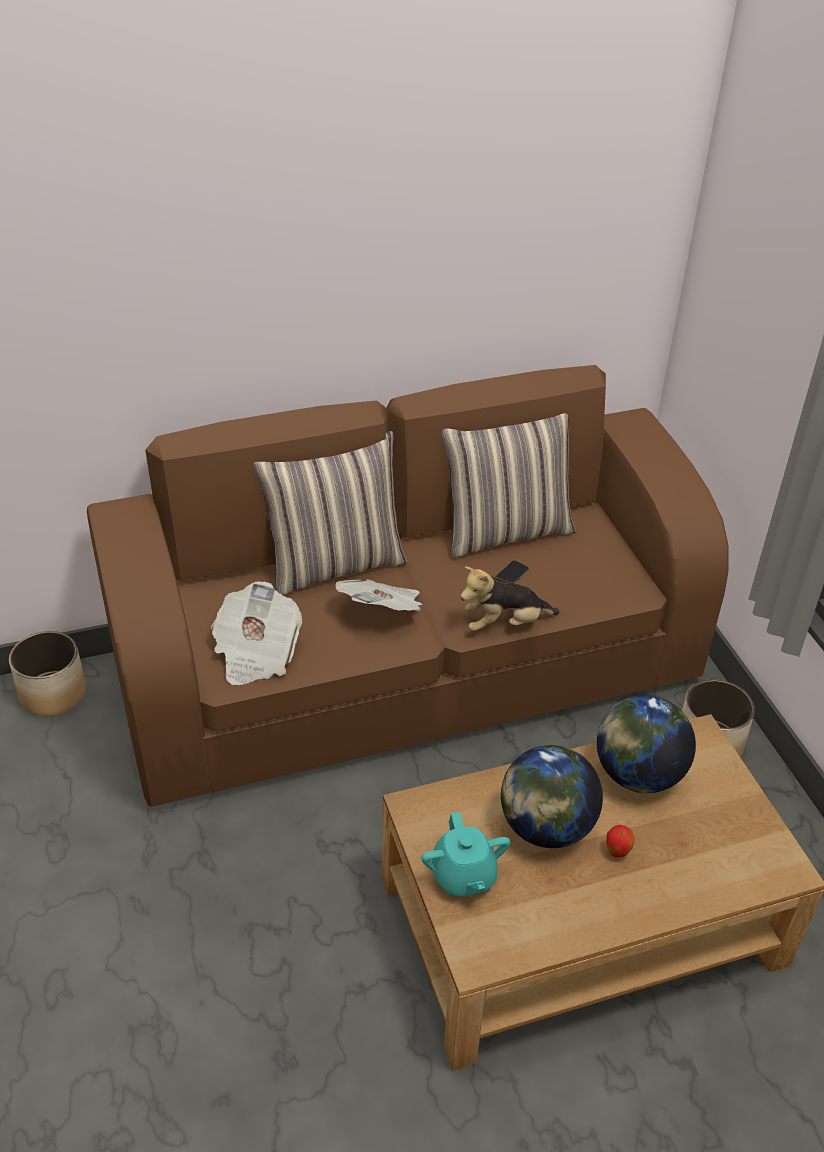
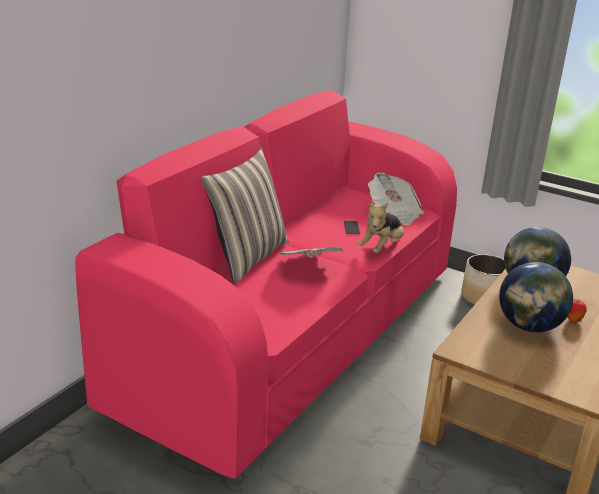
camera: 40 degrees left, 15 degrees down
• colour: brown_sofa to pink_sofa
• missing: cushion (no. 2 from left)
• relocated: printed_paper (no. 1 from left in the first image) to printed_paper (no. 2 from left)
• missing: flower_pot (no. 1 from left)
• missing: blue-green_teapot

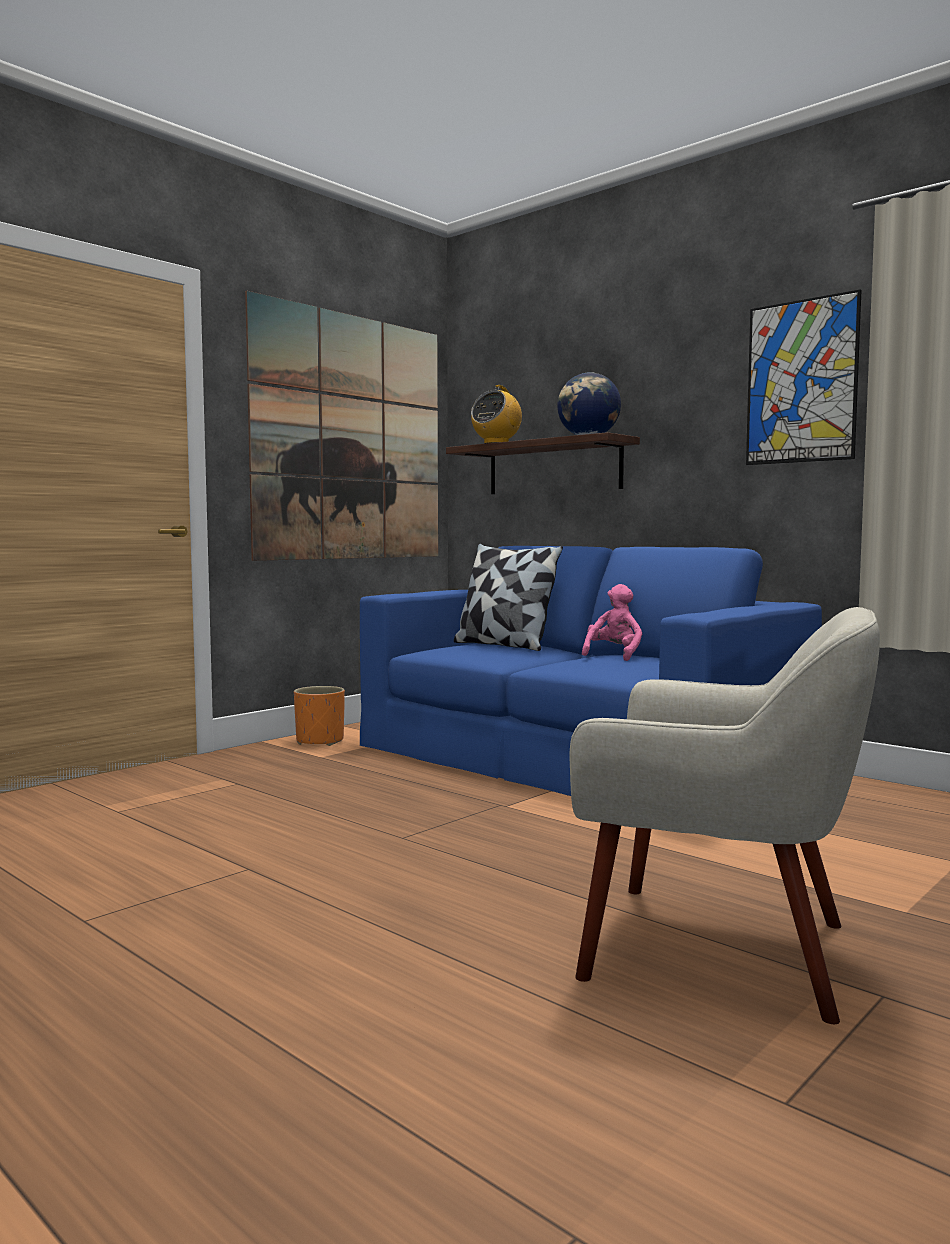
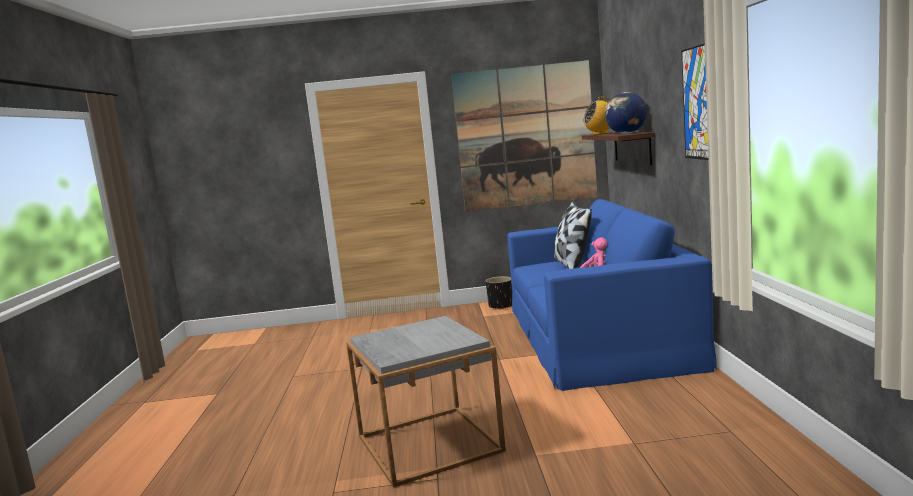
camera: 45 degrees right, 5 degrees up
• exchanged: beige_armchair to grey_side_table
• colour: orangey_flower_pot to black_flower_pot

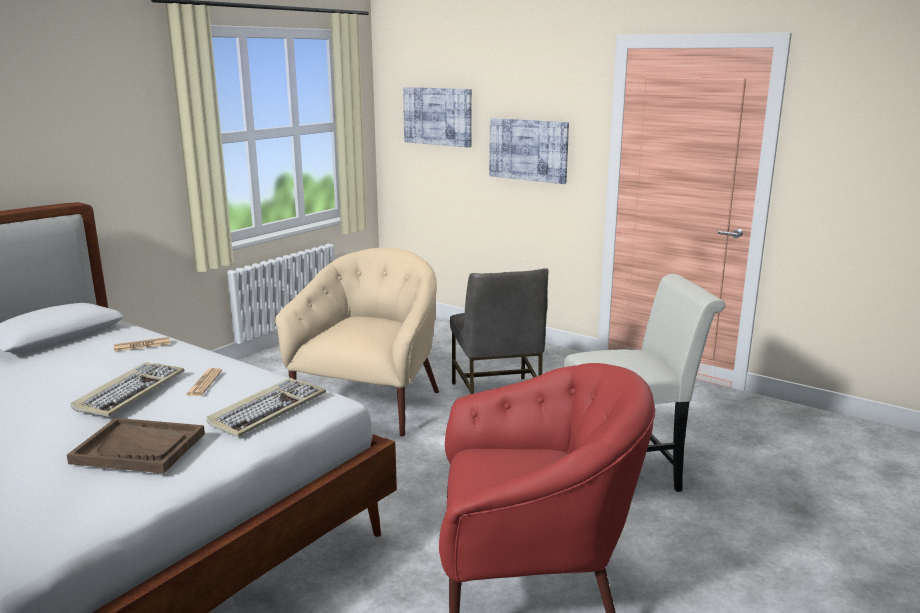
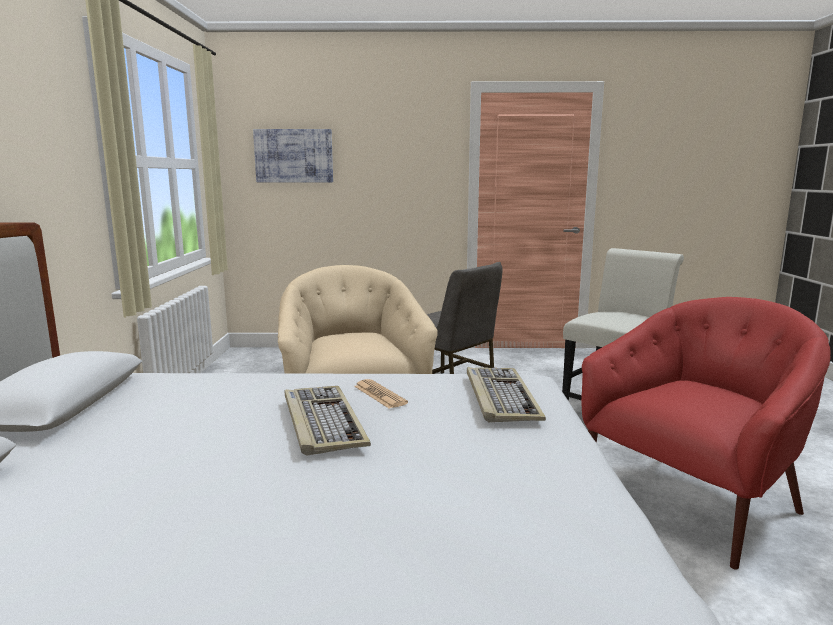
camera: 35 degrees left, 5 degrees down
• missing: wall_picture (no. 2 from left)
• missing: printed_paper (no. 1 from left)
• missing: brown_carrying_tray

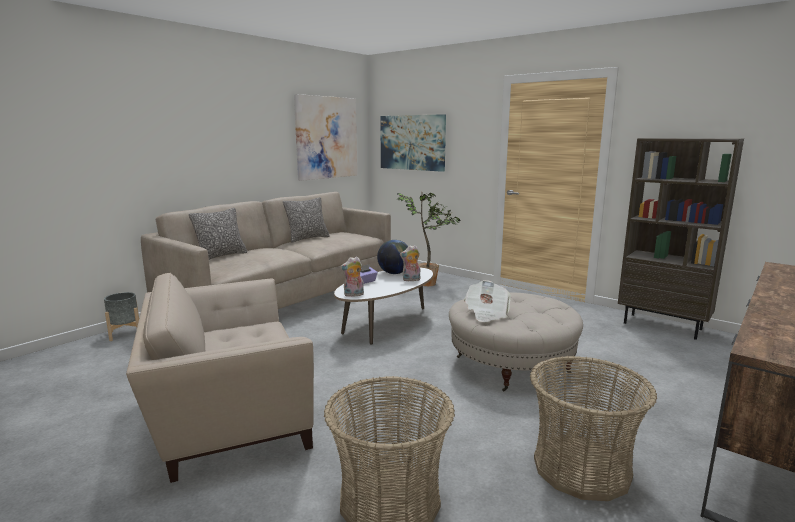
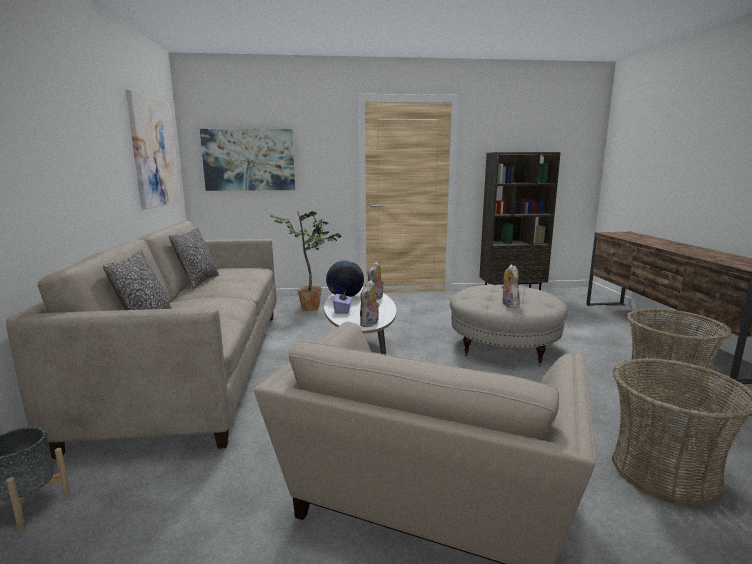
camera: 45 degrees left, 0 degrees up
• exchanged: printed_paper to plush_toy (no. 3 from left)

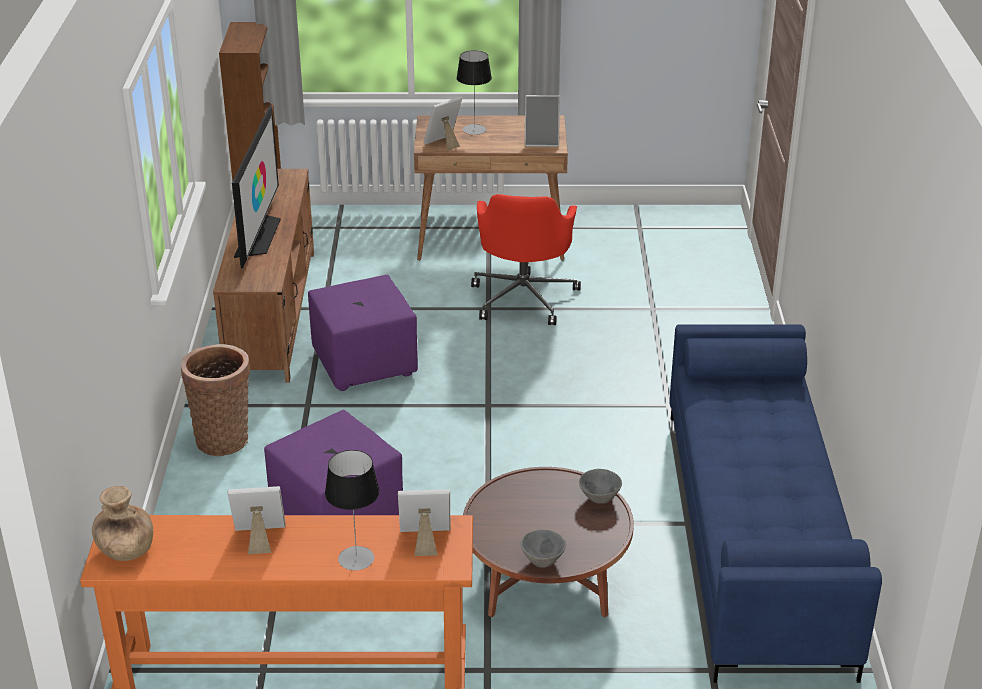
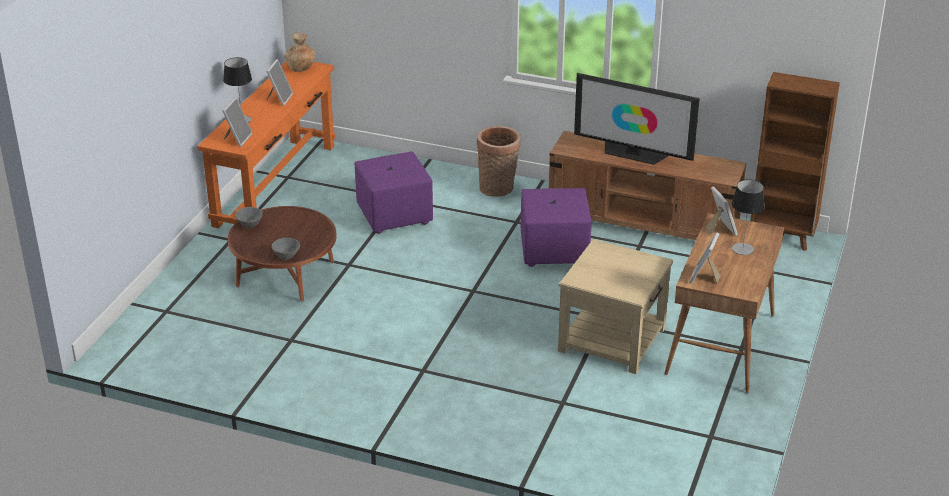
camera: 110 degrees right, 0 degrees up
• exchanged: red_computer_chair to beige_side_table
• missing: blue_sofa

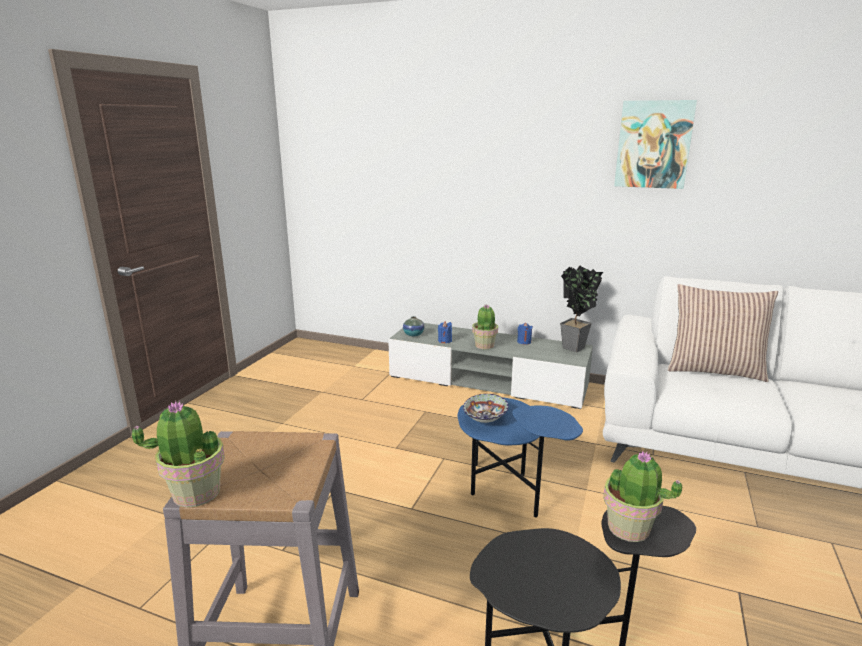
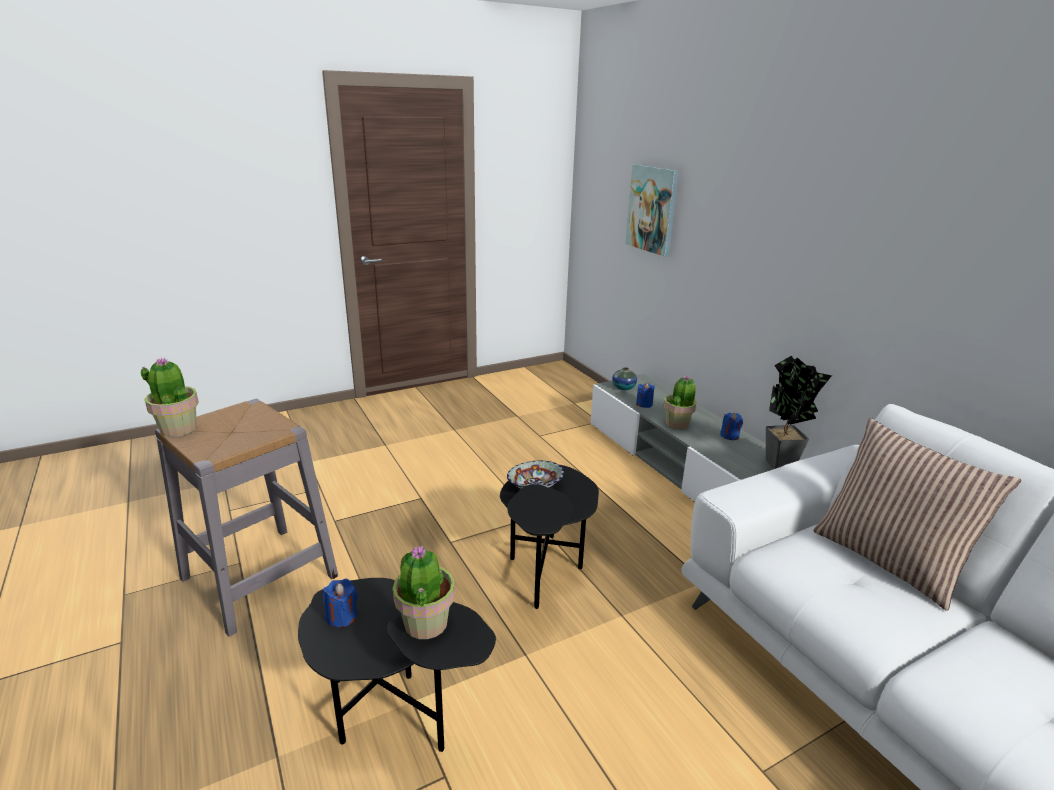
camera: 40 degrees right, 5 degrees up
• relocated: wall_picture
• colour: blue_side_table to black_side_table (no. 2 from left)
• appeared: blue_wax_candle (no. 1 from left)

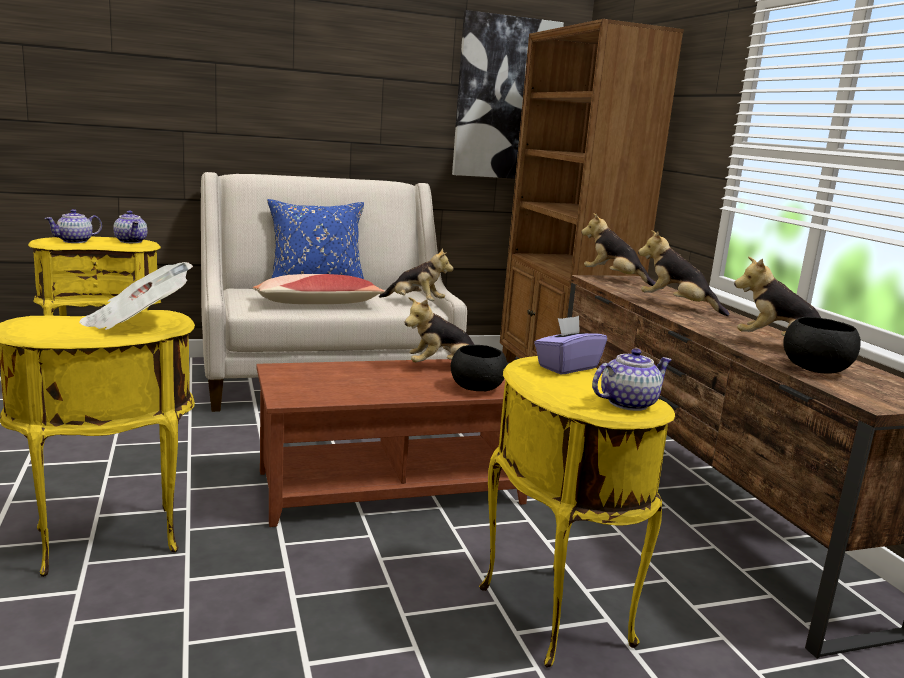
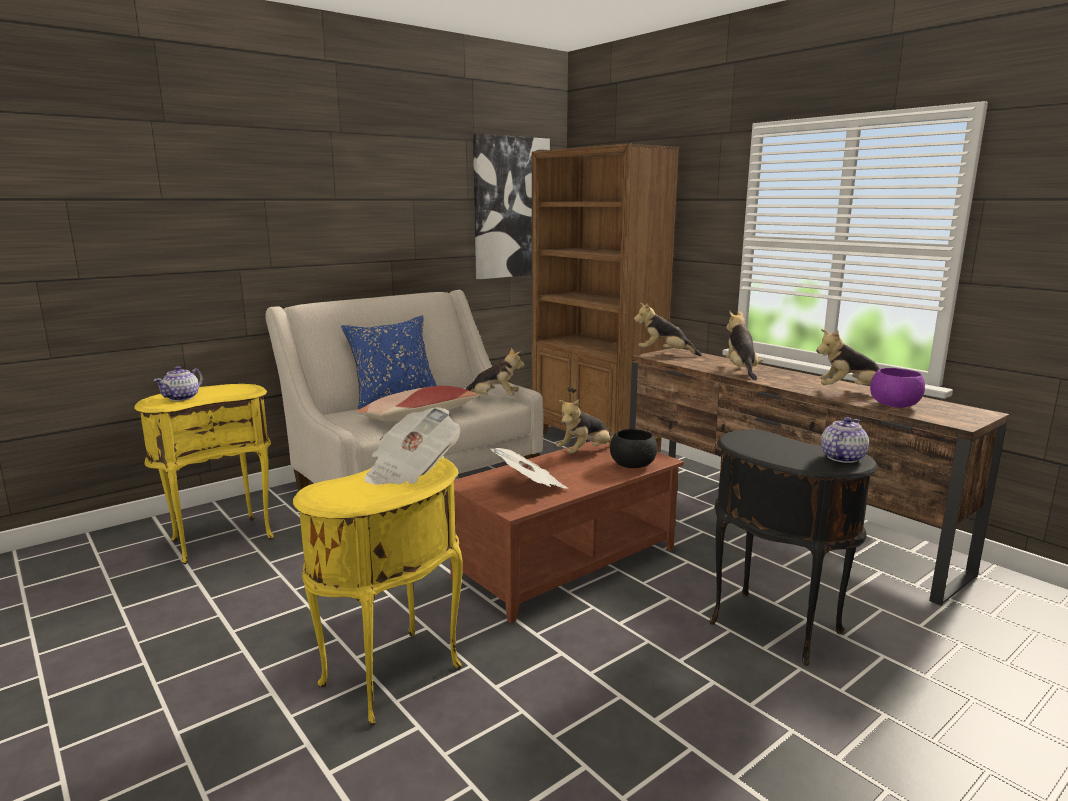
camera: 20 degrees left, 0 degrees up
• missing: teapot (no. 2 from left)
• spun: plush_toy (no. 4 from left) 75 degrees clockwise
• missing: purple-coloured_tissue_box
• colour: black_bowl (no. 2 from left) to purple-coloured_bowl
• colour: yellowish_side_table (no. 3 from left) to black_side_table
• appeared: printed_paper (no. 2 from left)

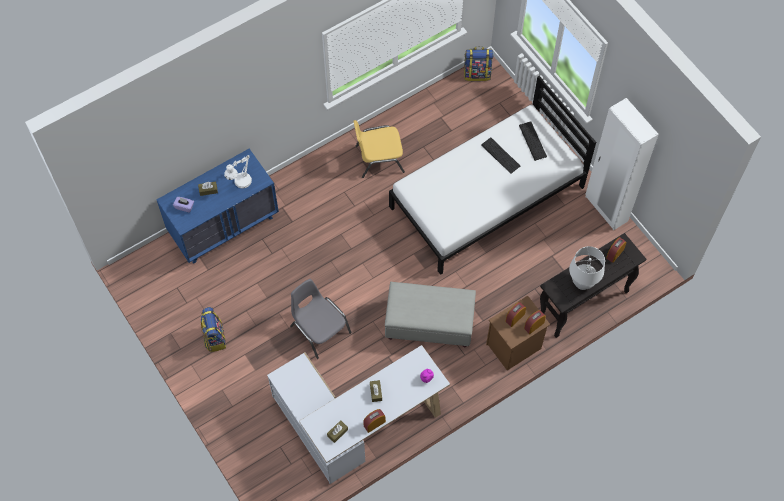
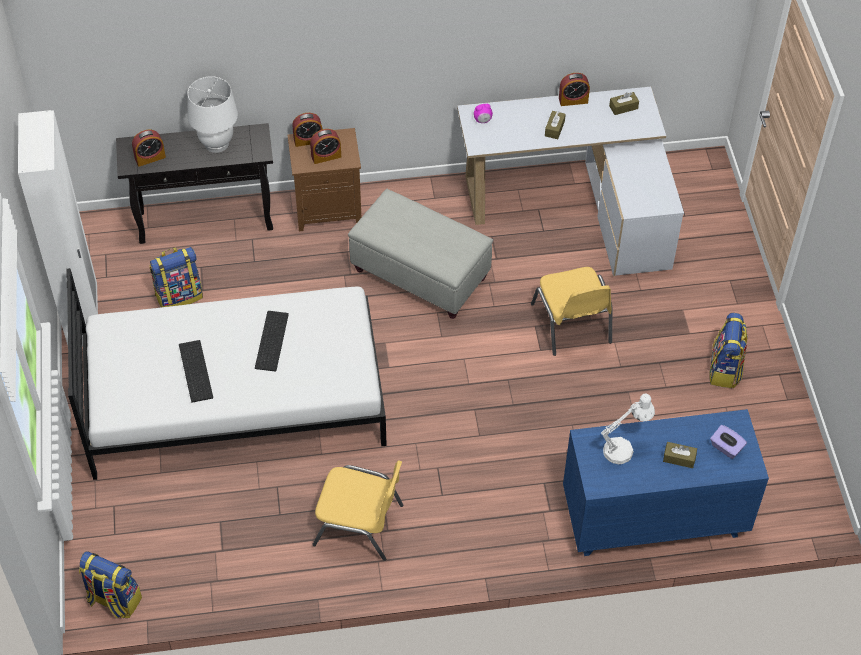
camera: 155 degrees left, 10 degrees down
• relocated: PC_keyboard (no. 2 from left)
• colour: grey_plain_chair to yellowish_plain_chair (no. 2 from left)
• appeared: backpack (no. 2 from left)

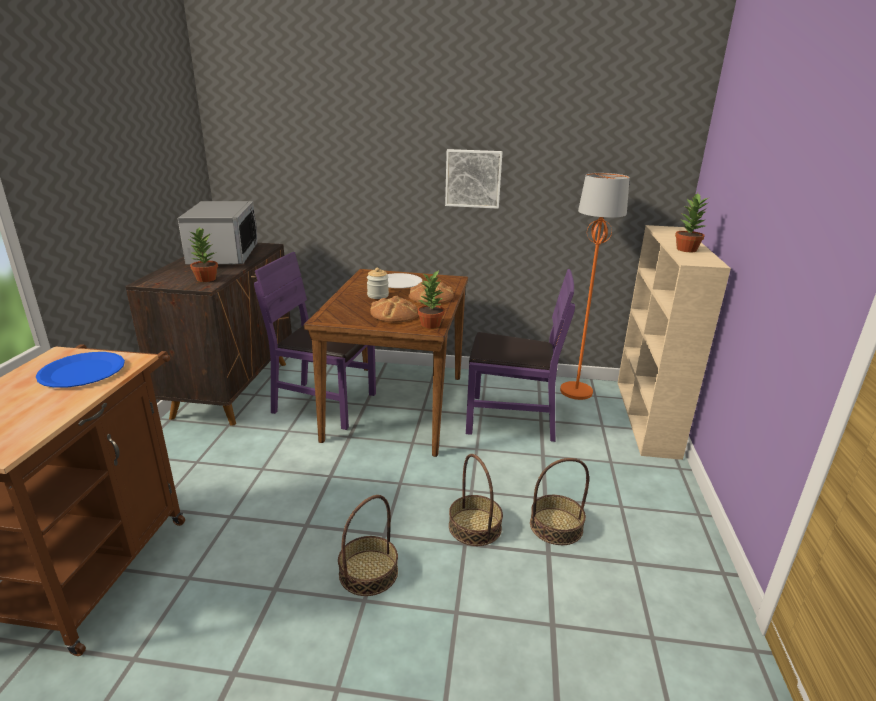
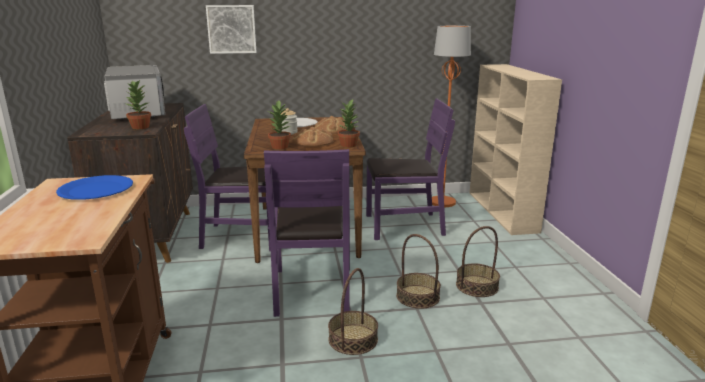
camera: 15 degrees left, 5 degrees down
• relocated: wall_picture
• relocated: houseplant (no. 3 from left in the first image) to houseplant (no. 2 from left)
• appeared: purple-coloured_plain_chair (no. 2 from left)

